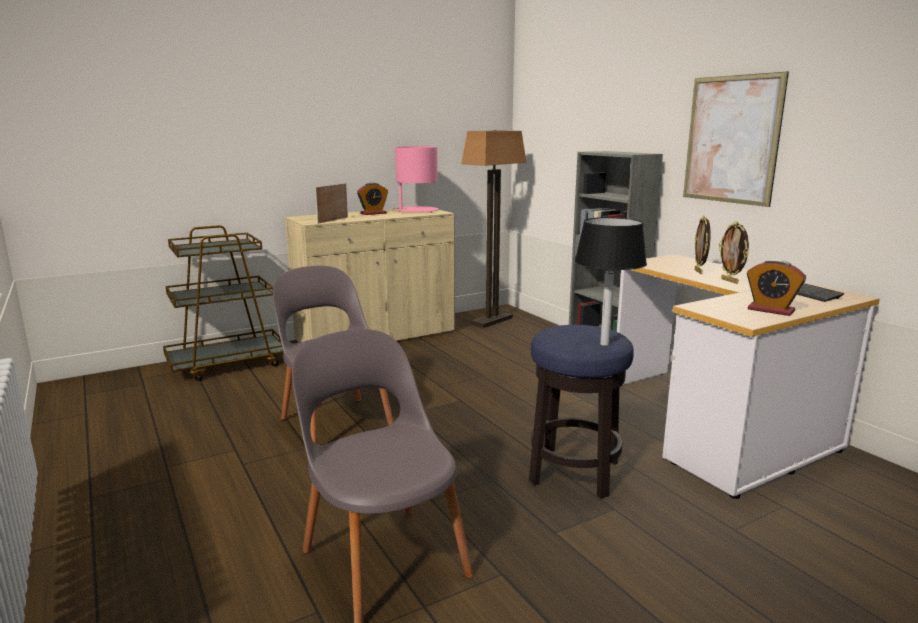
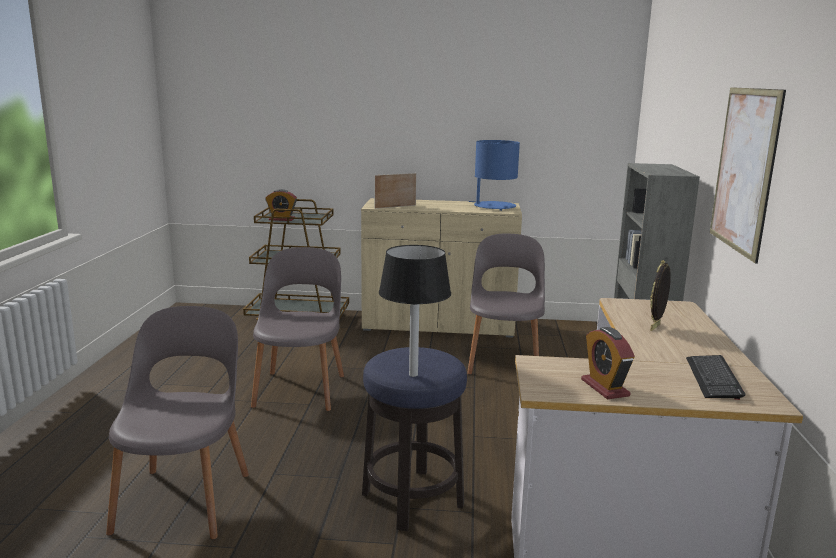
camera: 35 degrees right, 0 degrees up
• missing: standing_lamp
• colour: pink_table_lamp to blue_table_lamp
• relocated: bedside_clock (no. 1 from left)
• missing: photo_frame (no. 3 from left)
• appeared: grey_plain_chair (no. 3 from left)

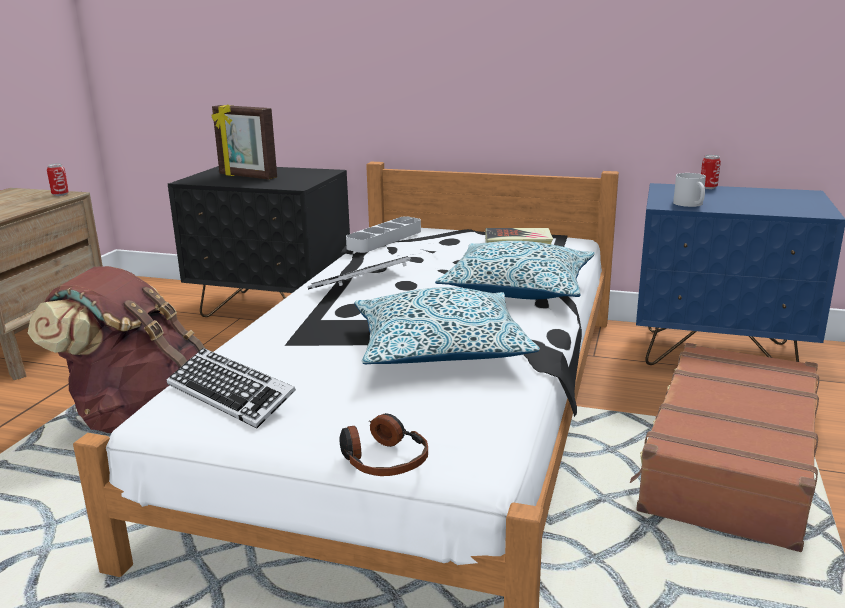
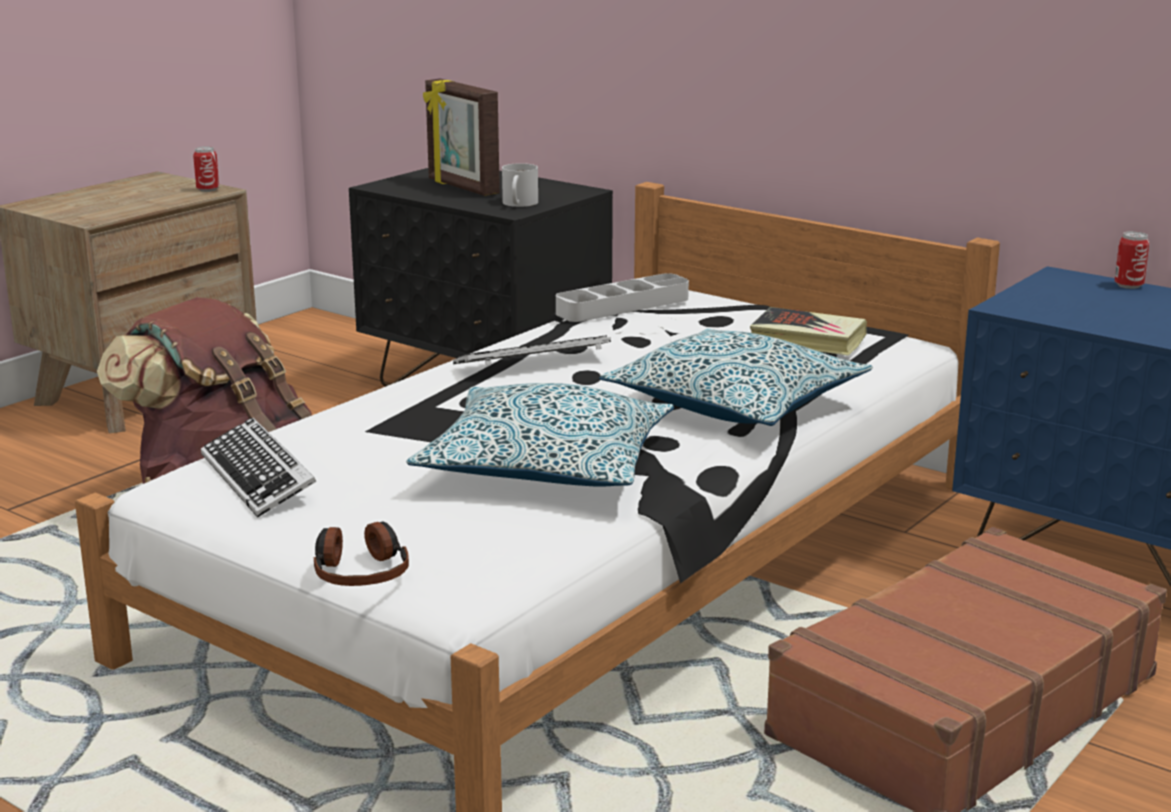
camera: 20 degrees right, 0 degrees up
• relocated: white_mug

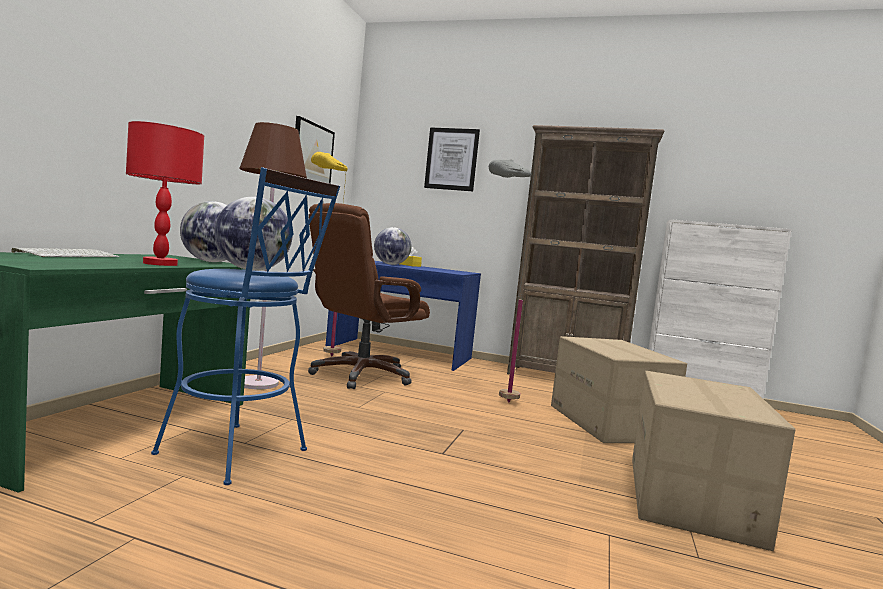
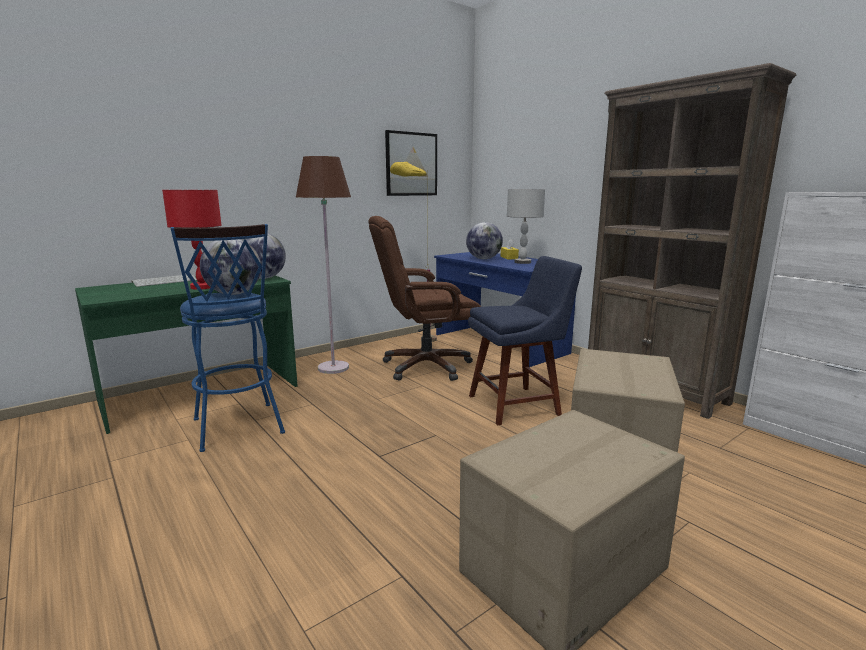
camera: 35 degrees right, 10 degrees up
• missing: wall_picture (no. 2 from left)
• exchanged: grey_standing_lamp to blue_plain_chair
• appeared: grey_table_lamp

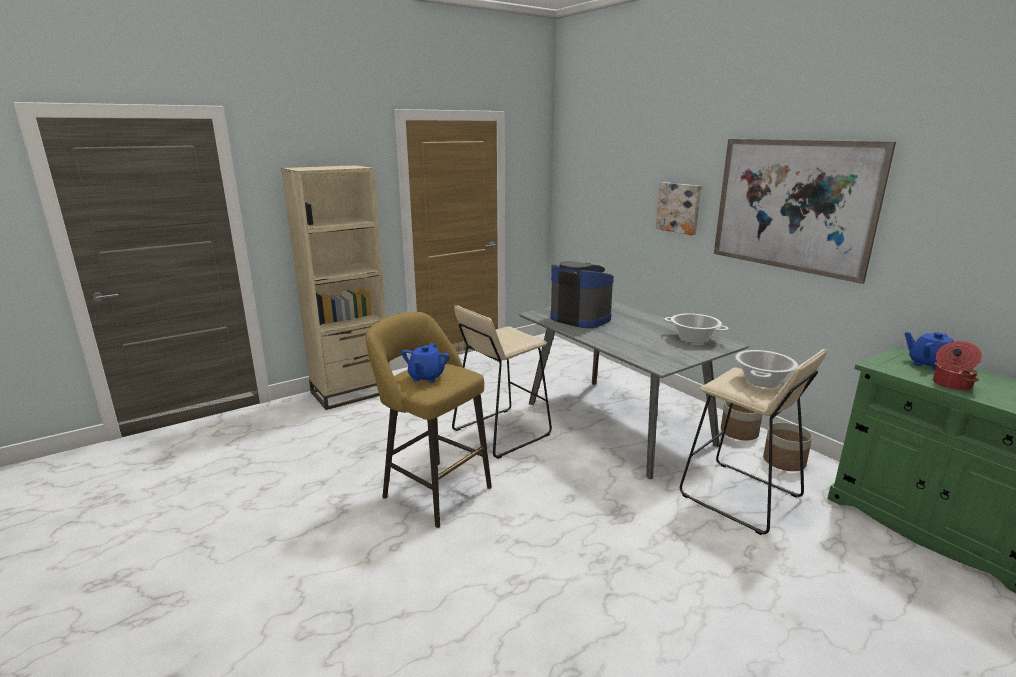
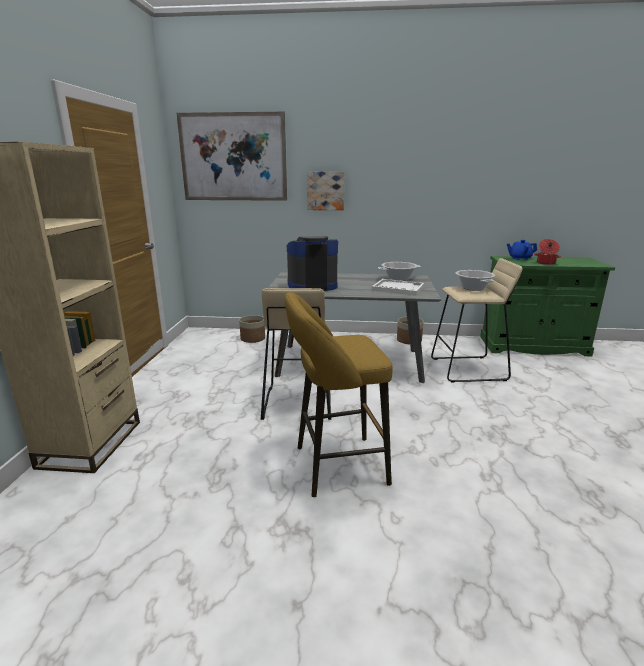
camera: 50 degrees left, 0 degrees up
• relocated: wall_picture (no. 2 from left in the first image) to wall_picture (no. 1 from left)
• missing: blue_teapot (no. 1 from left)
• relocated: flower_pot (no. 2 from left in the first image) to flower_pot (no. 1 from left)
• appeared: white_carrying_tray

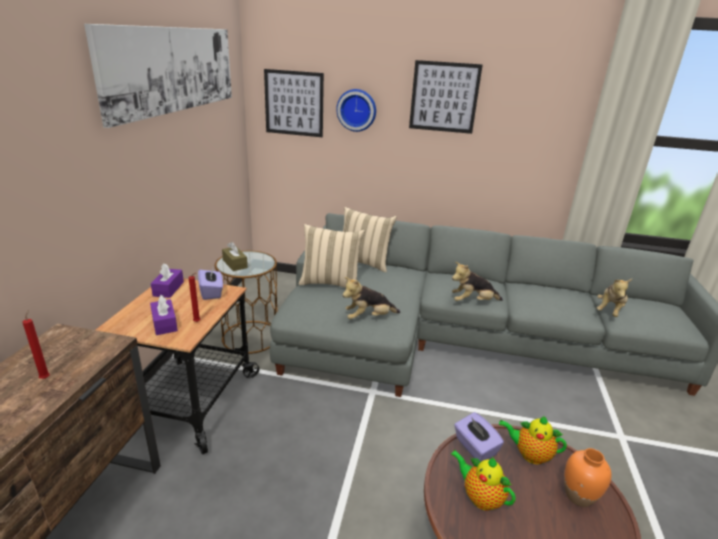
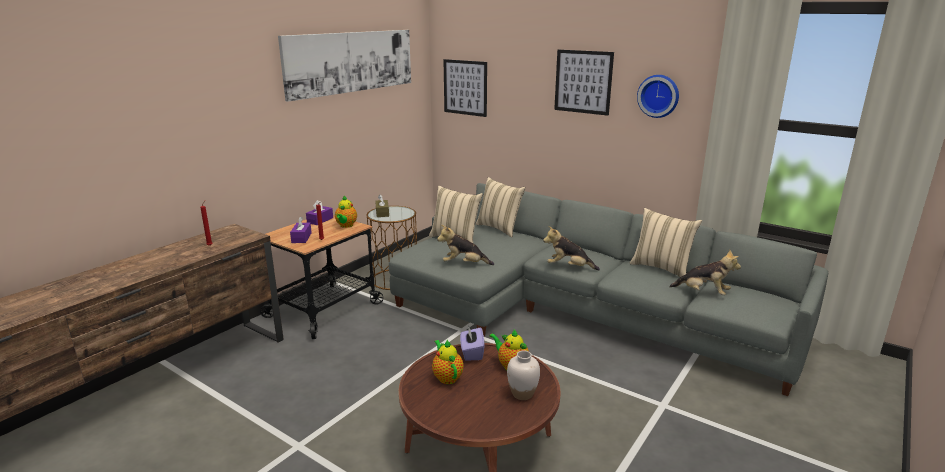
camera: 25 degrees right, 5 degrees down
• relocated: hanging_clock
• exchanged: purple-coloured_tissue_box (no. 3 from left) to teapot (no. 1 from left)
• spun: plush_toy (no. 3 from left) 120 degrees counterclockwise
• colour: orangey_flower_vase to white_flower_vase
• appeared: beige_cushion (no. 3 from left)

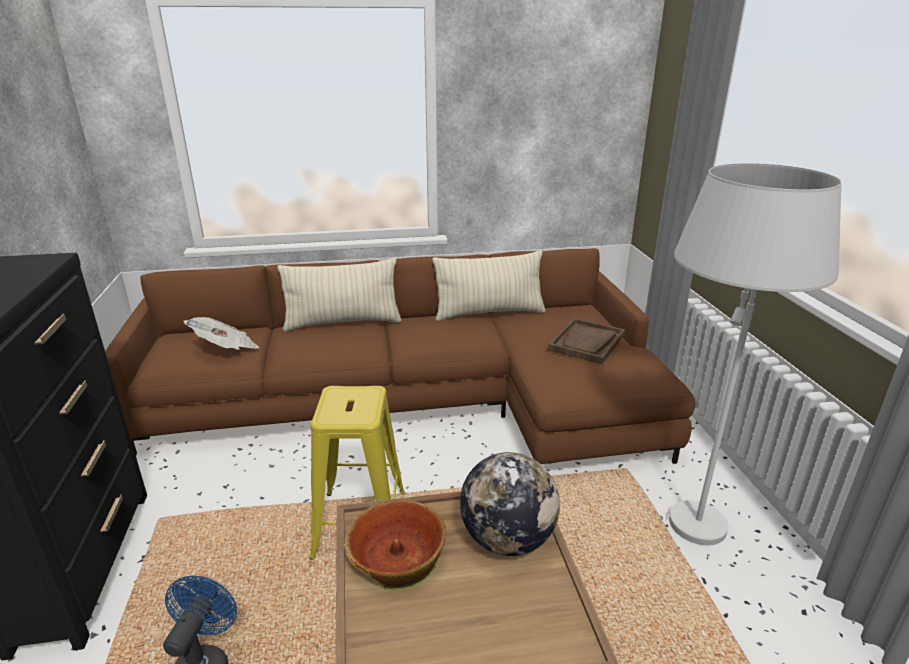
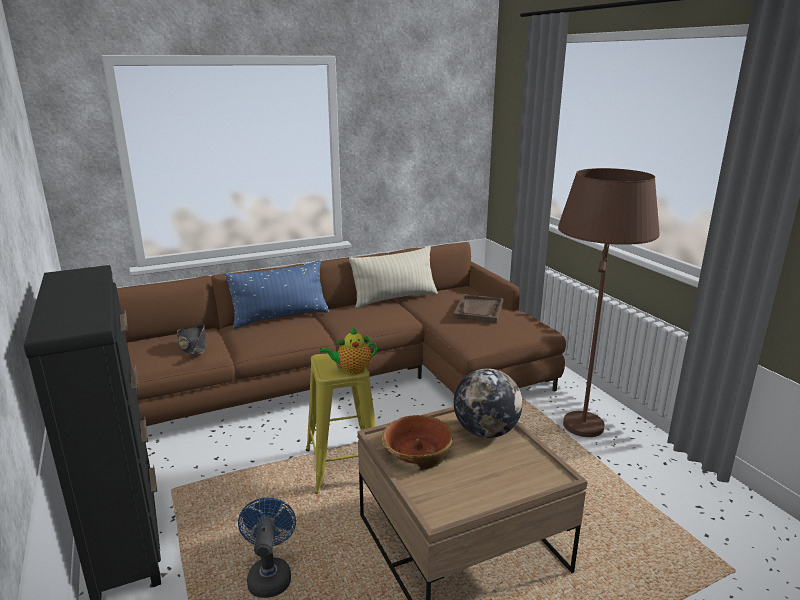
camera: 15 degrees left, 5 degrees down
• colour: white_standing_lamp to brown_standing_lamp
• colour: beige_cushion (no. 1 from left) to blue_cushion
• exchanged: printed_paper to black_hat
• appeared: teapot

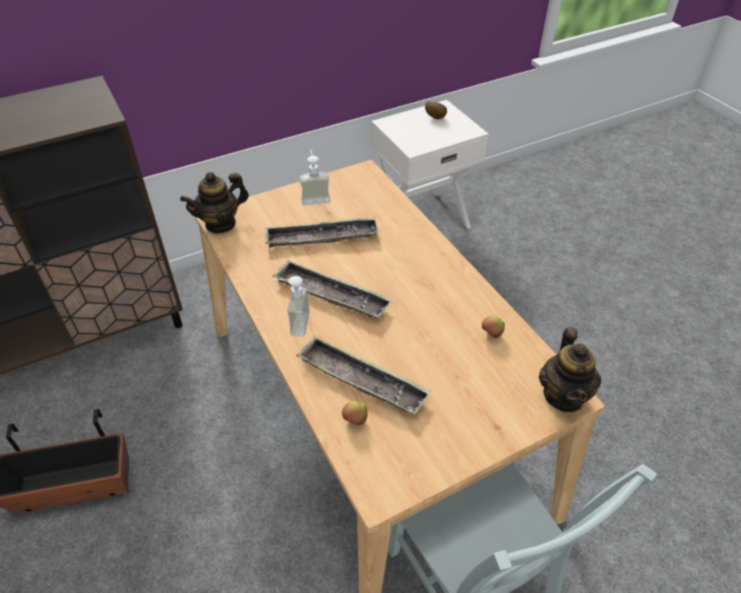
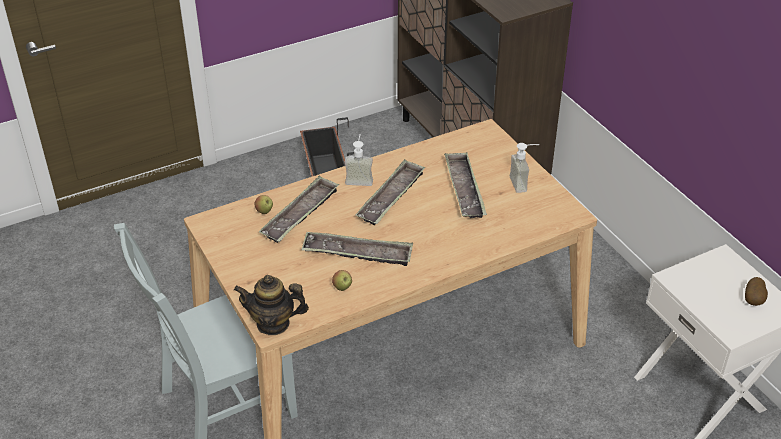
camera: 90 degrees right, 5 degrees down
• missing: teapot (no. 1 from left)
• appeared: carrying_tray (no. 2 from left)

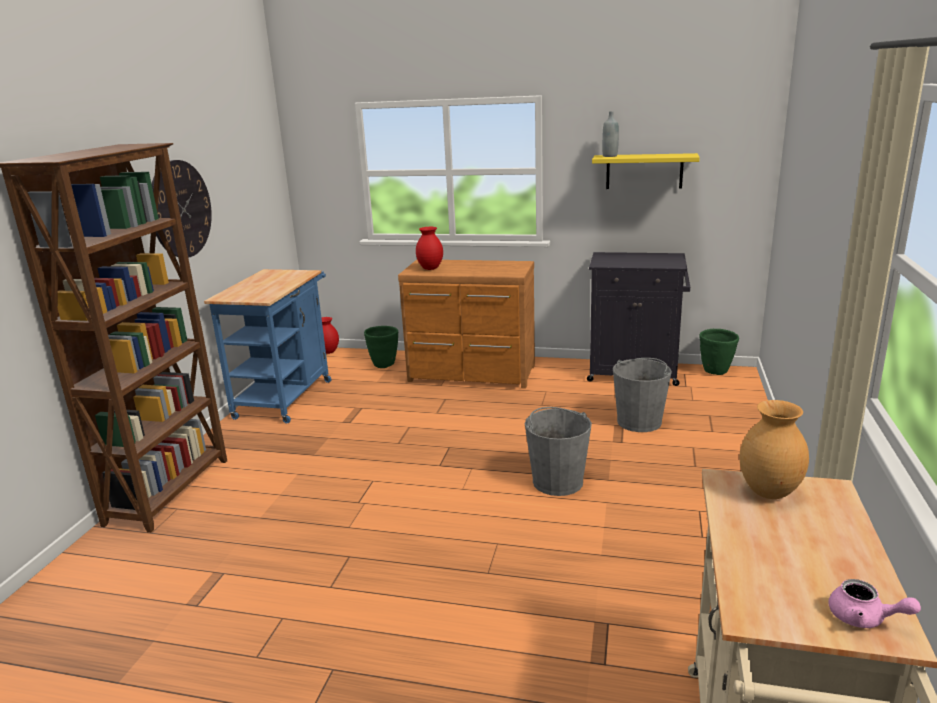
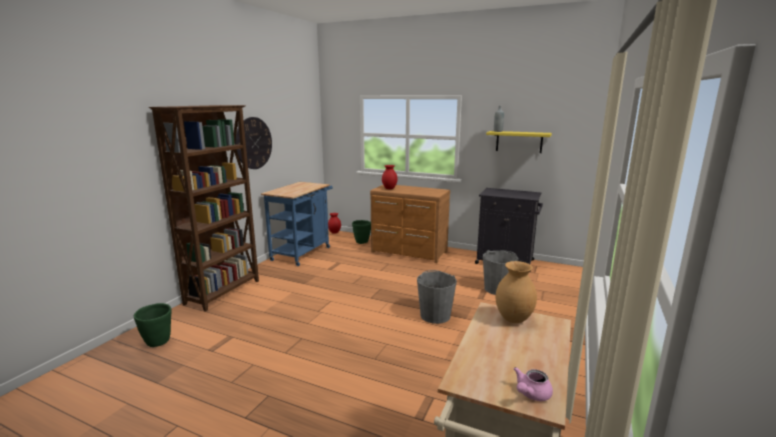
camera: 10 degrees right, 5 degrees down
• relocated: green_flower_pot (no. 2 from left in the first image) to green_flower_pot (no. 1 from left)
• spun: pink_teapot 90 degrees clockwise

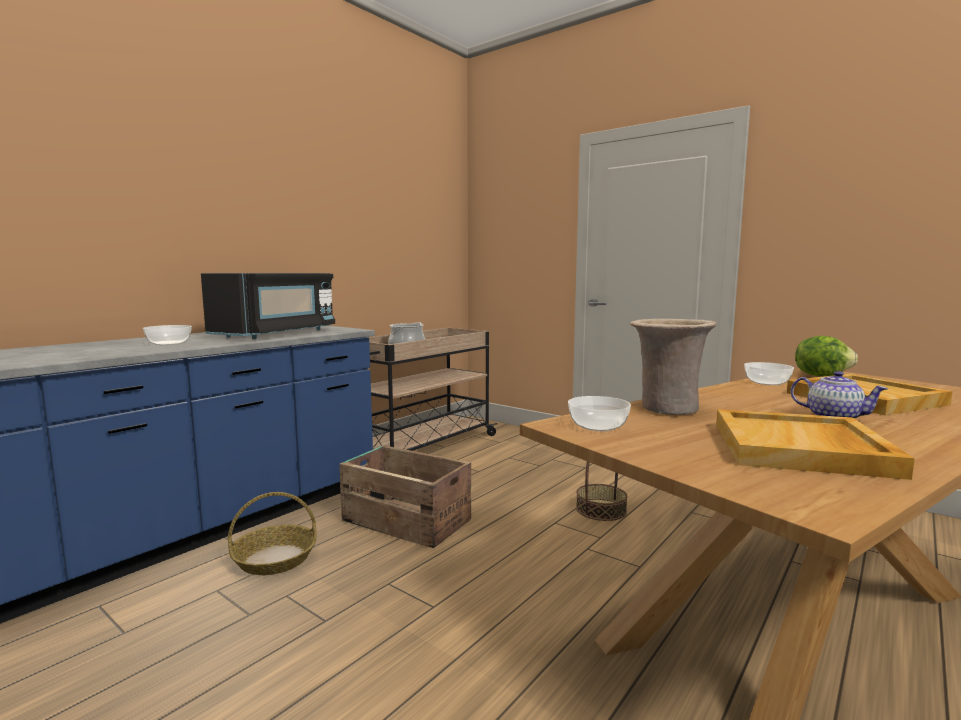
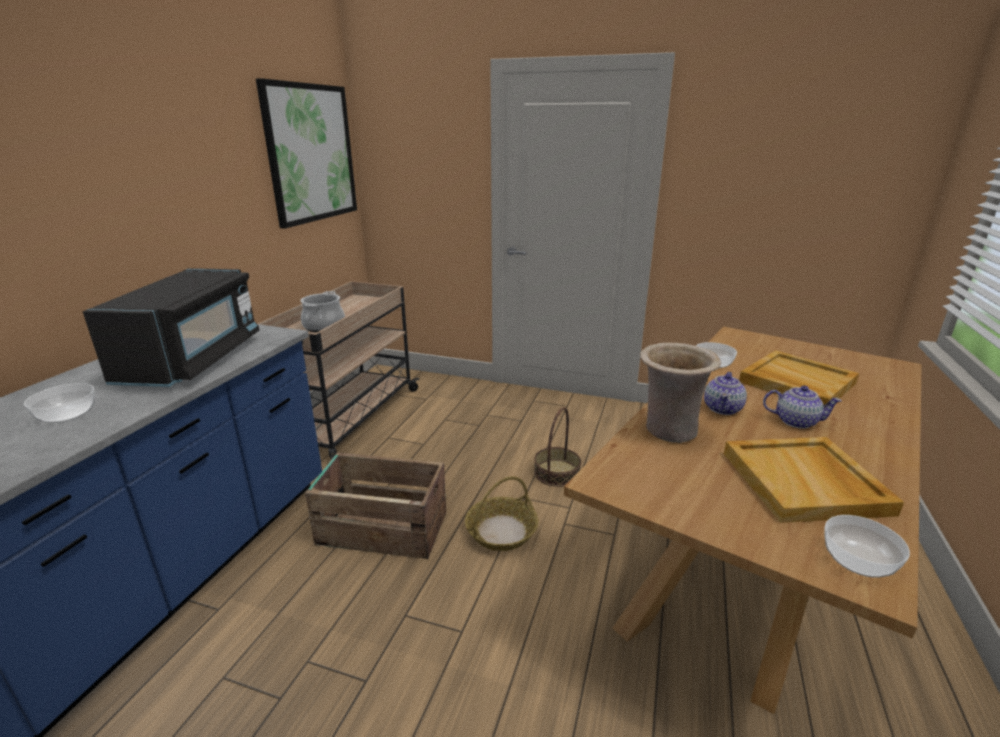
camera: 20 degrees left, 15 degrees up
• missing: lettuce
• relocated: bowl (no. 2 from left in the first image) to bowl (no. 3 from left)
• relocated: basket (no. 1 from left)
• appeared: wall_picture
• appeared: teapot (no. 1 from left)

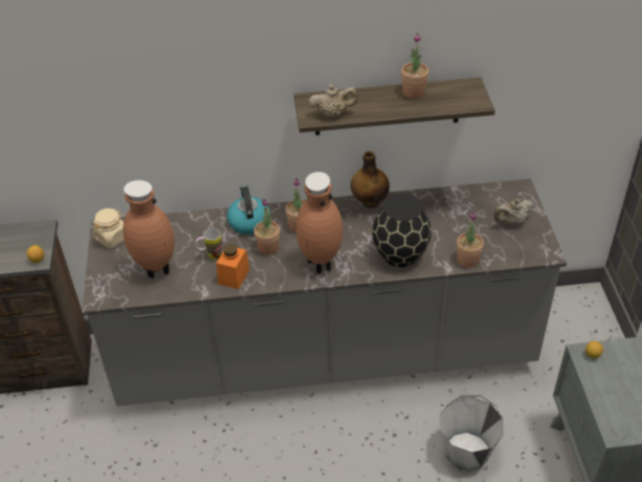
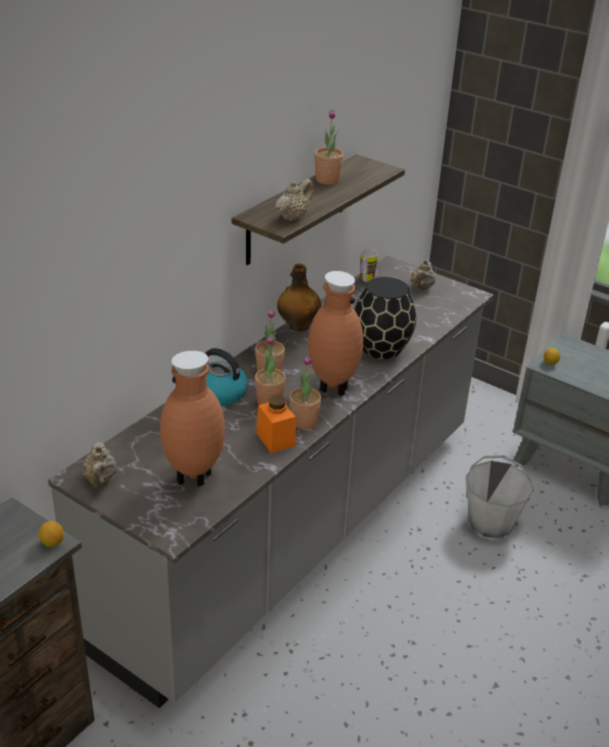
camera: 50 degrees left, 10 degrees down
• exchanged: beige_preserve_jar to beige_teapot (no. 1 from left)
• relocated: houseplant (no. 4 from left in the first image) to houseplant (no. 3 from left)
• relocated: mug

